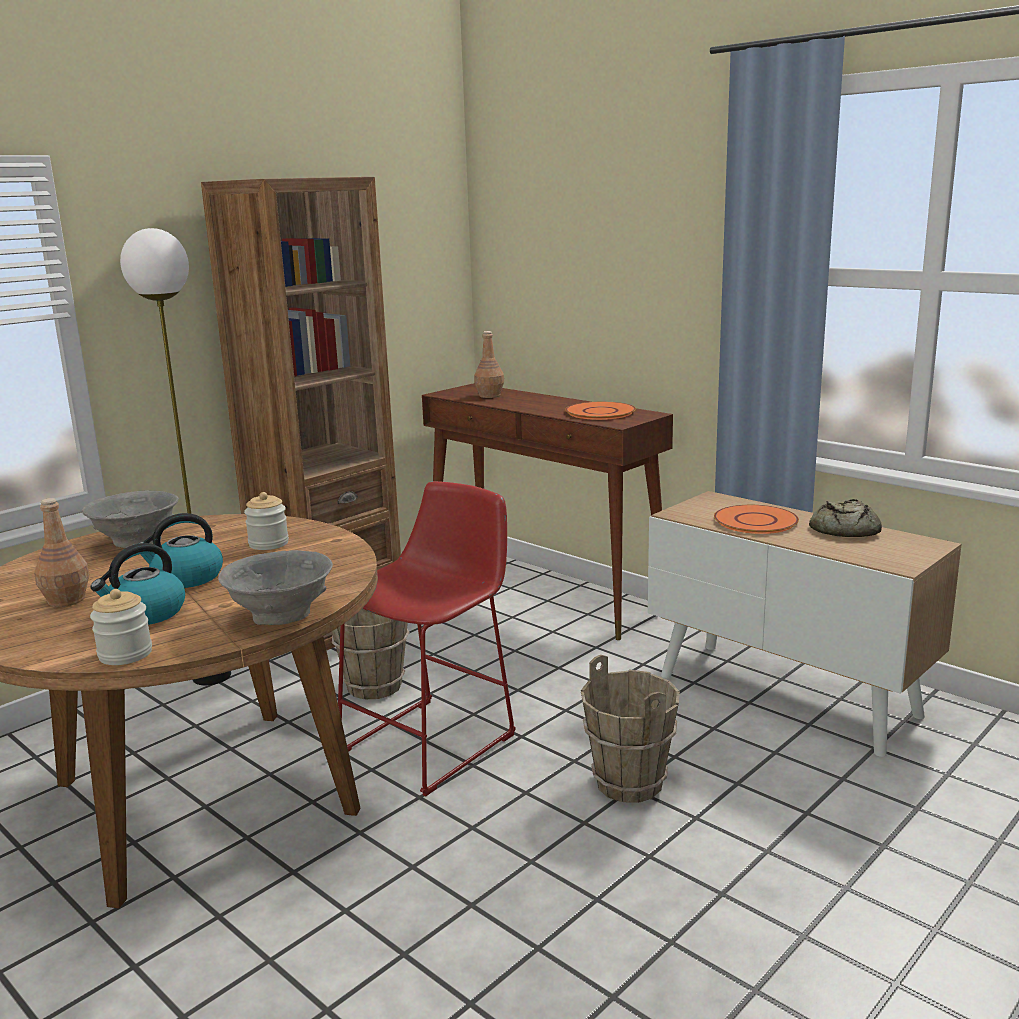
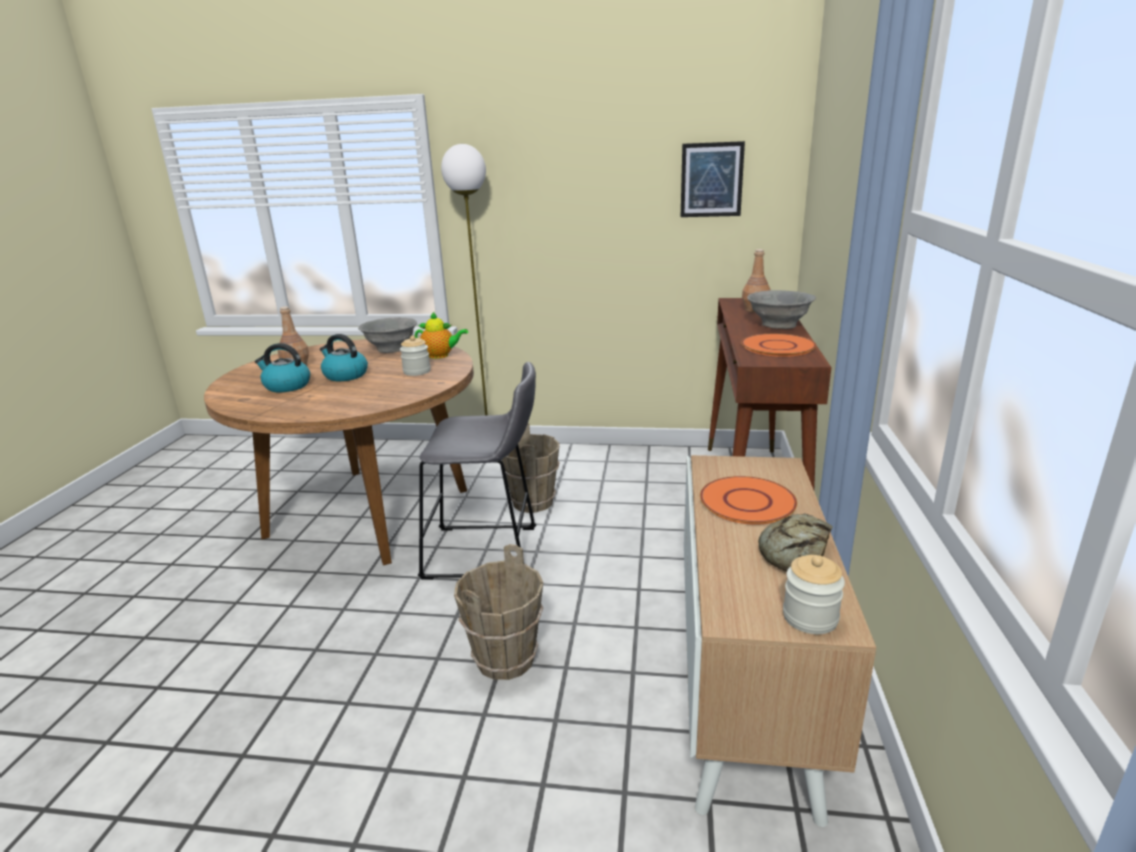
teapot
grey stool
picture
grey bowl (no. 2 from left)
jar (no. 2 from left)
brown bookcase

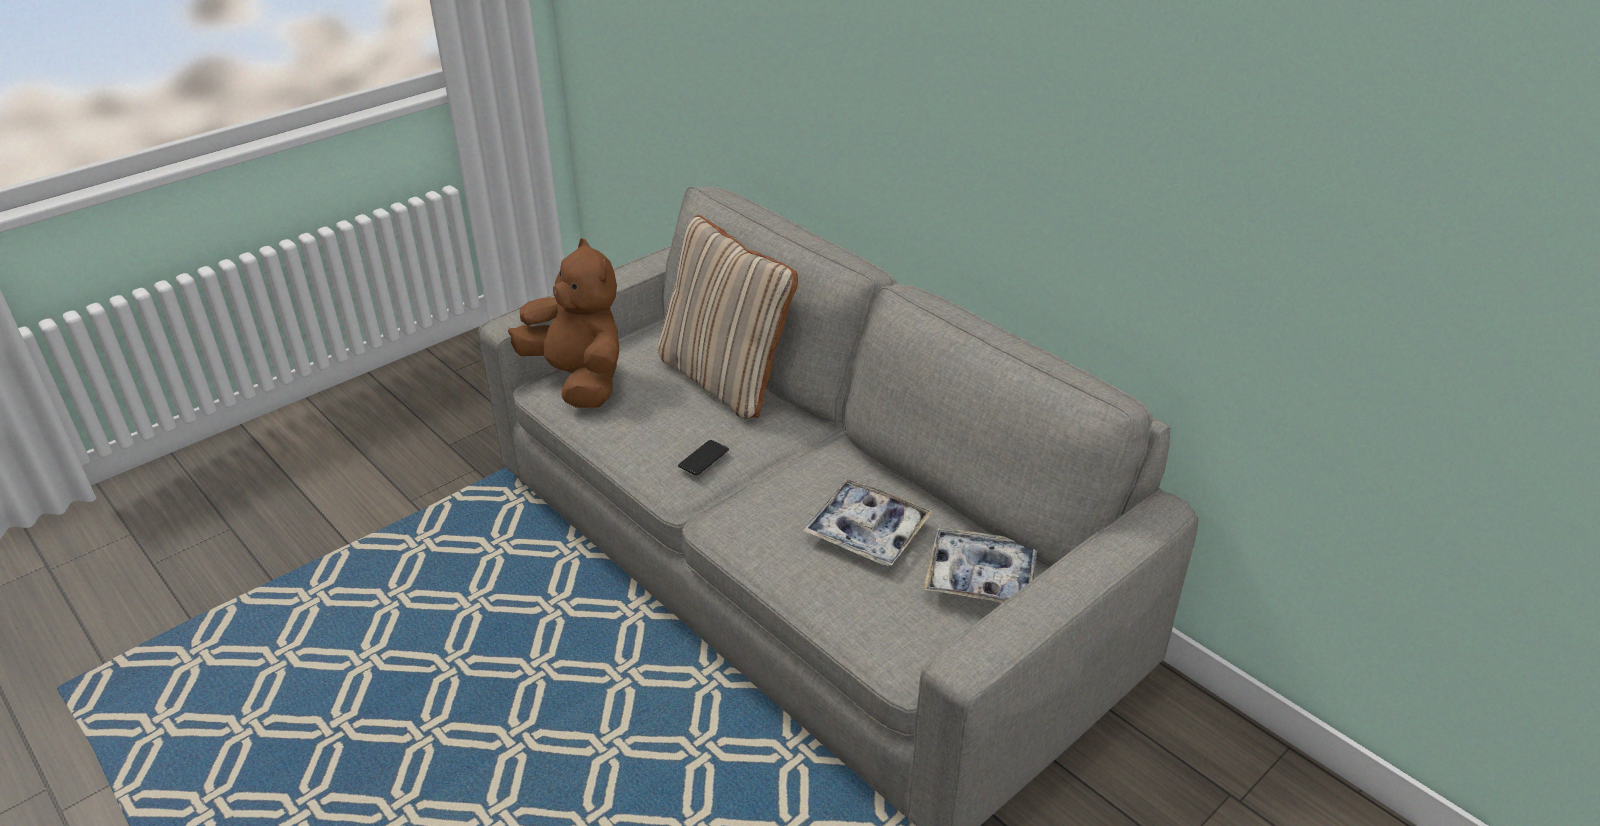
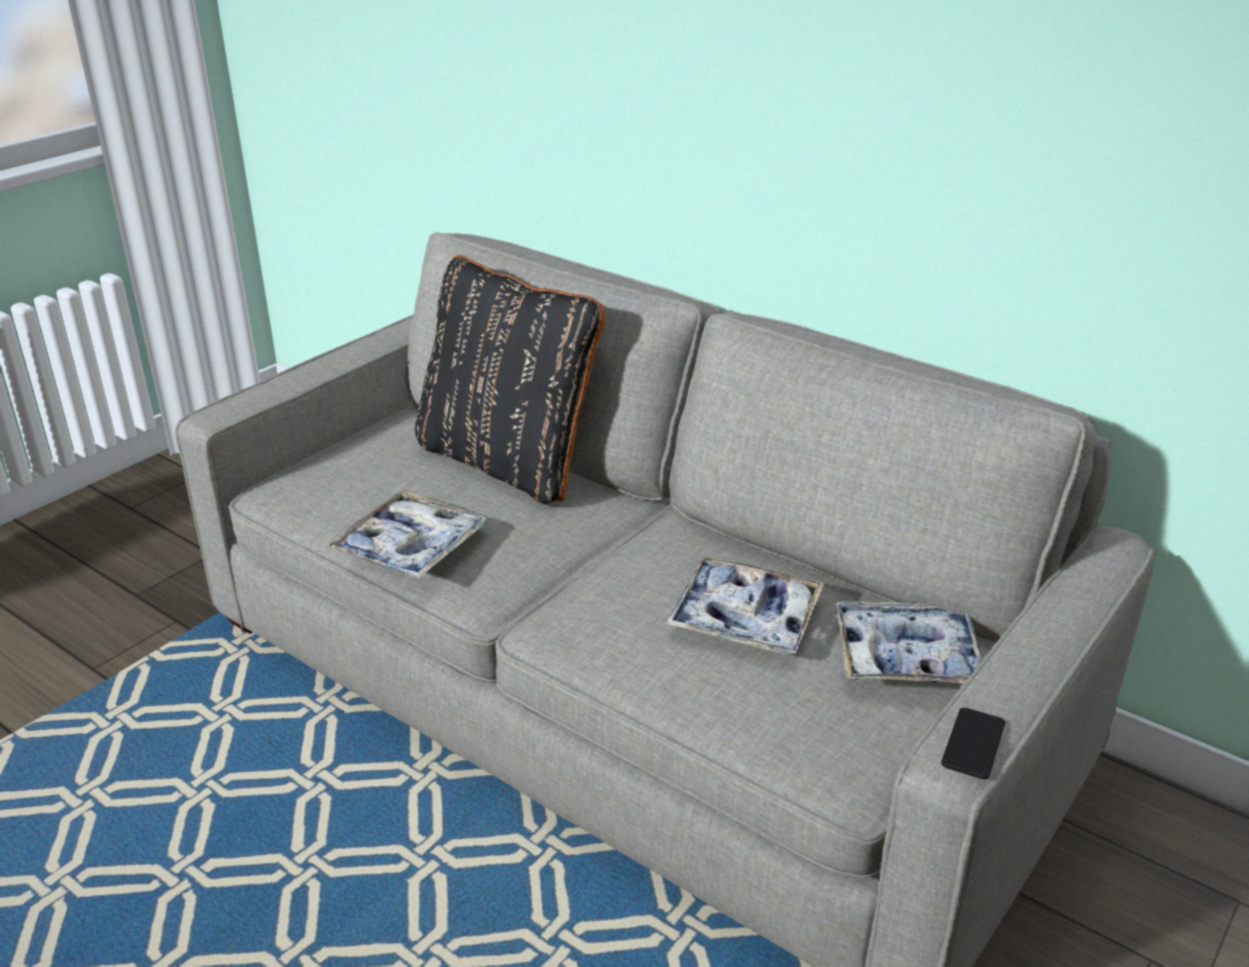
tray (no. 1 from left)
black pillow
phone
brown plush toy

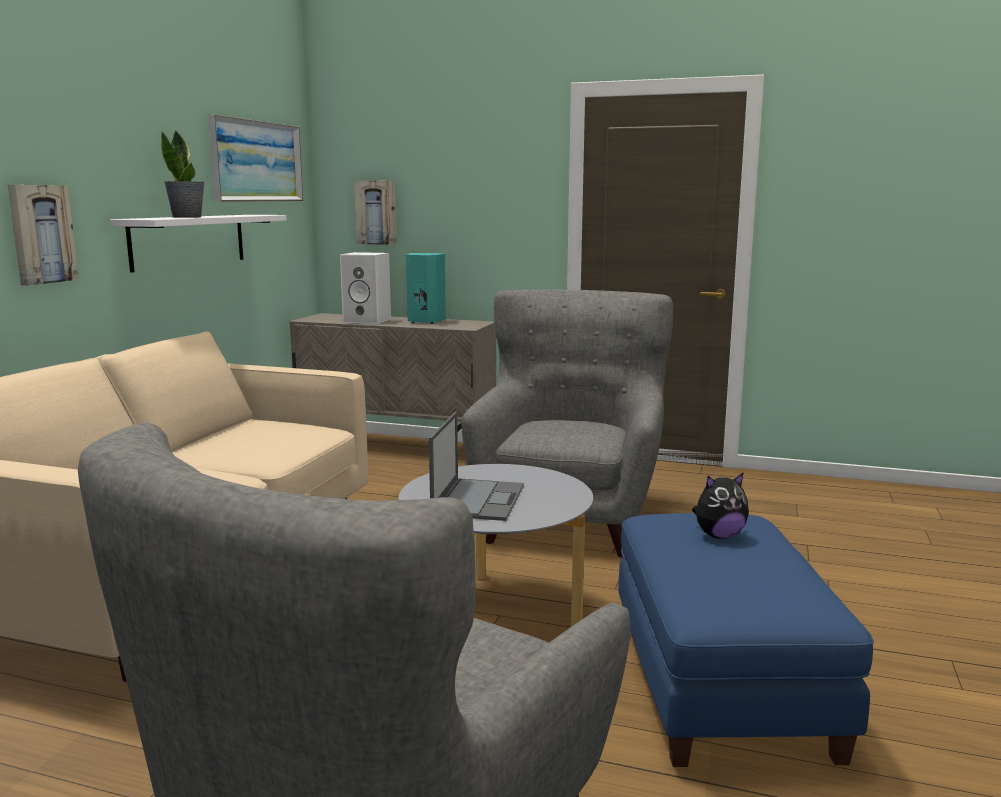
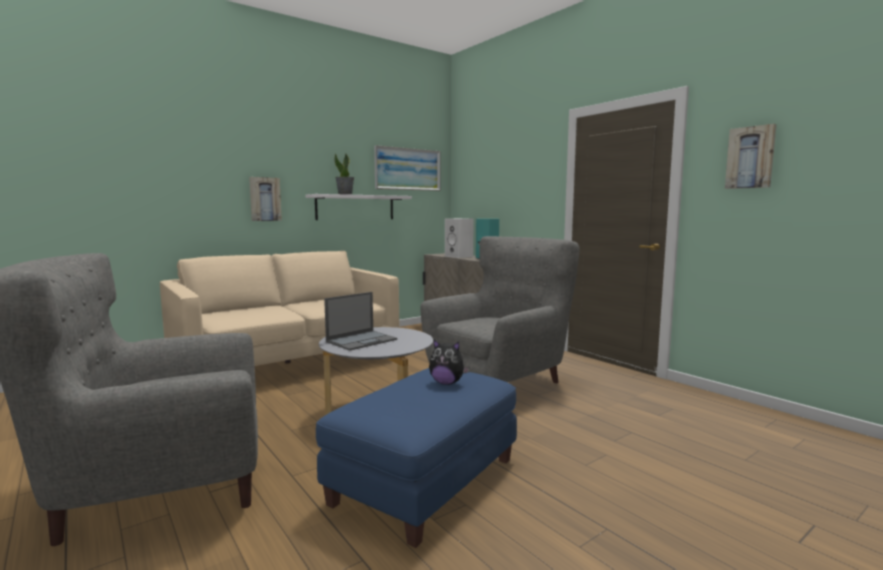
picture (no. 3 from left)

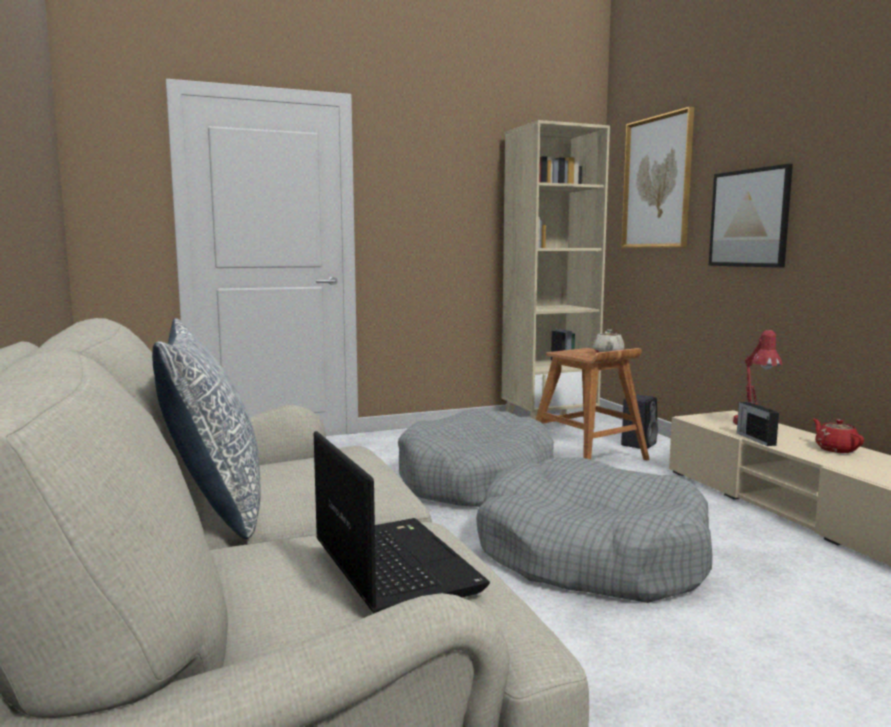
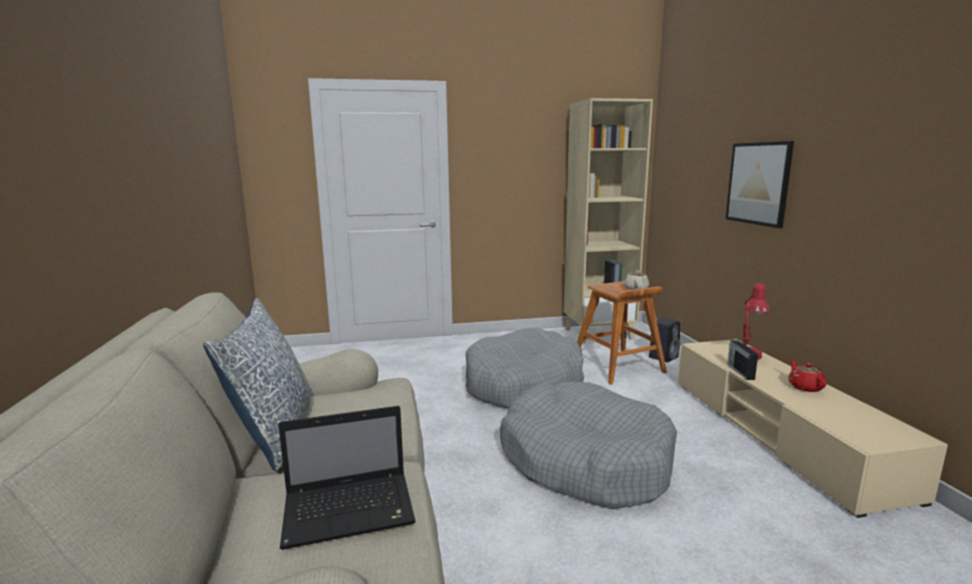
laptop
picture (no. 1 from left in the first image)

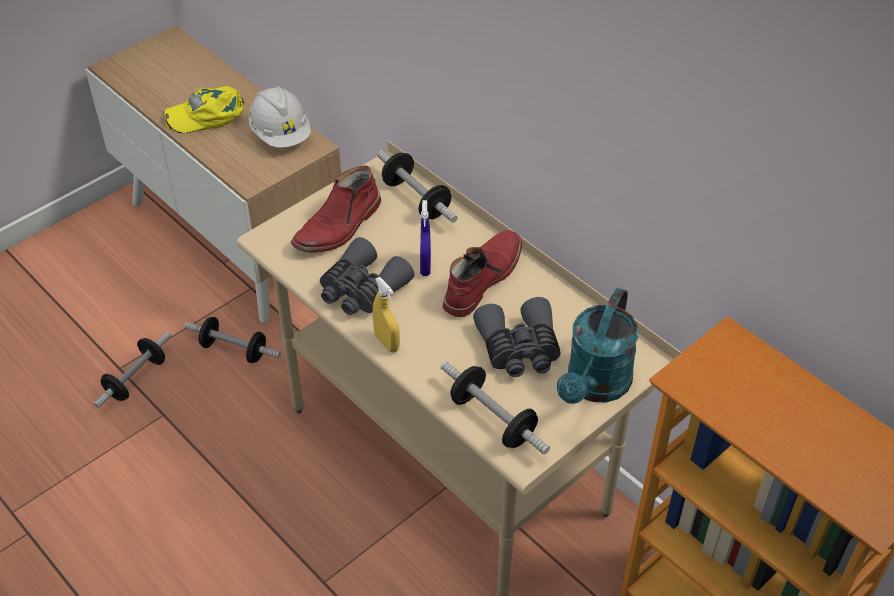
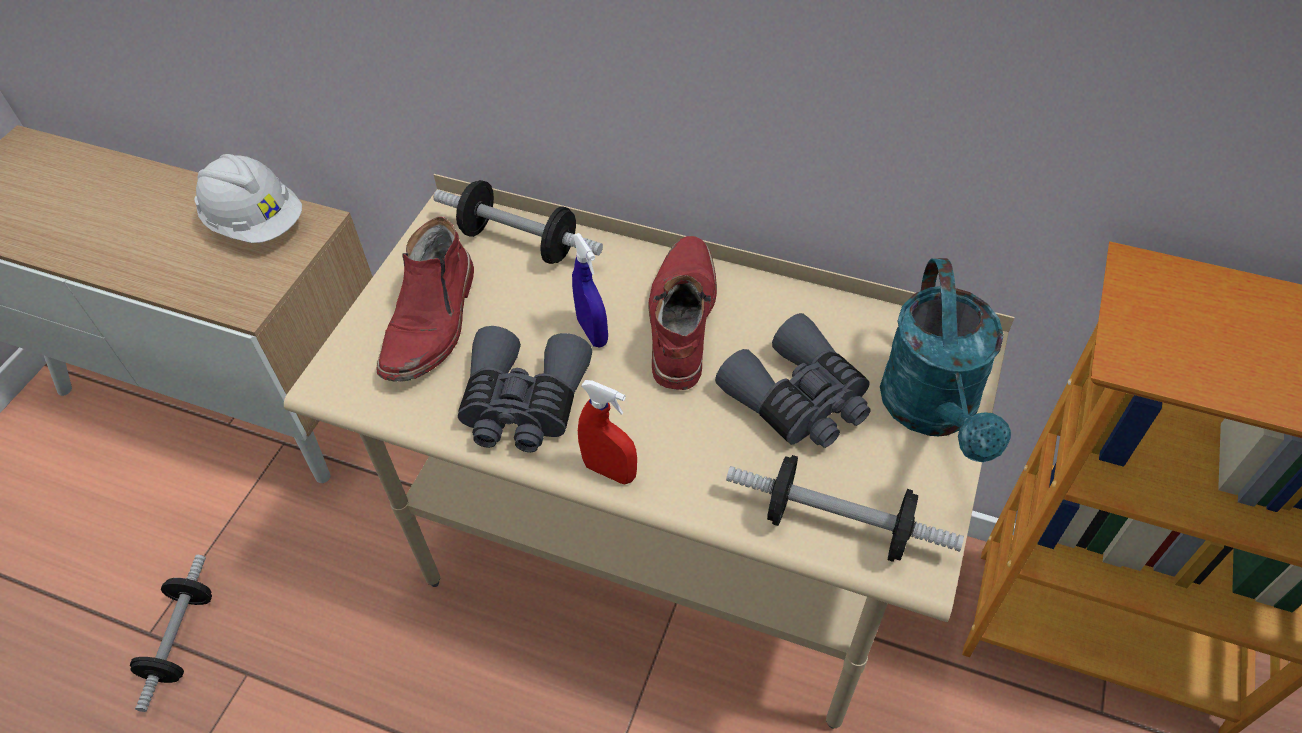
red spray bottle
yellow cap
dumbbell (no. 2 from left in the first image)

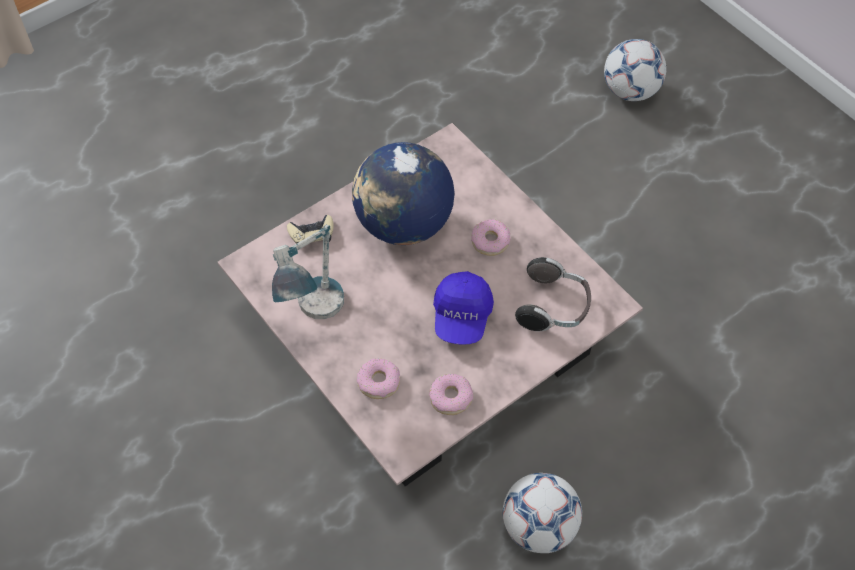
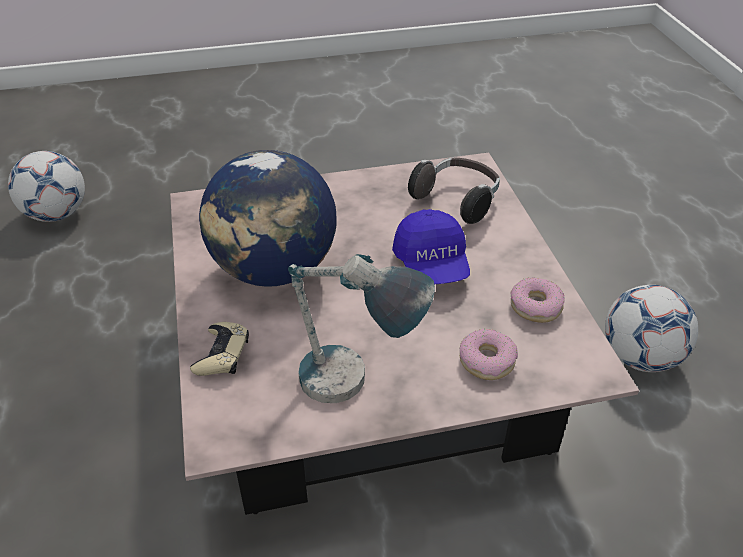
football (no. 1 from left)
blue cap
donut (no. 3 from left in the first image)

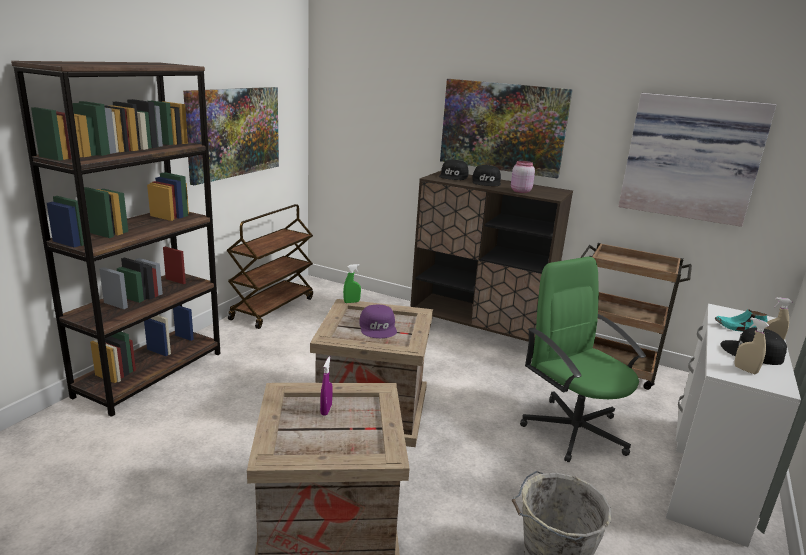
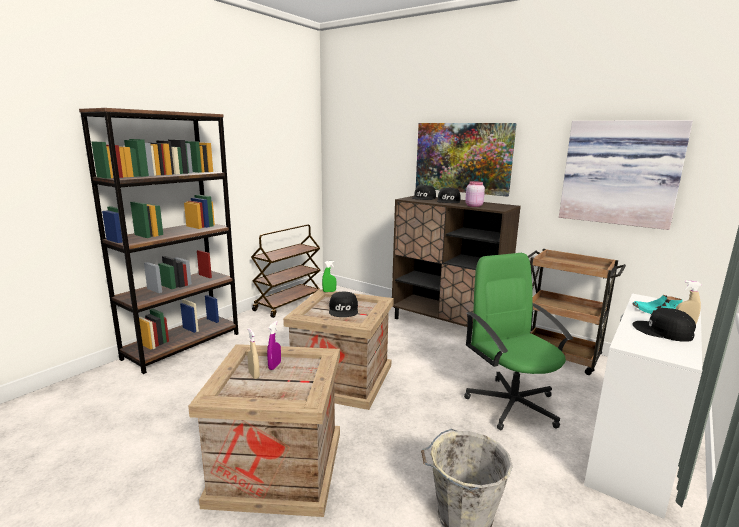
beige spray bottle (no. 1 from left)
black cap (no. 1 from left)
picture (no. 1 from left in the first image)

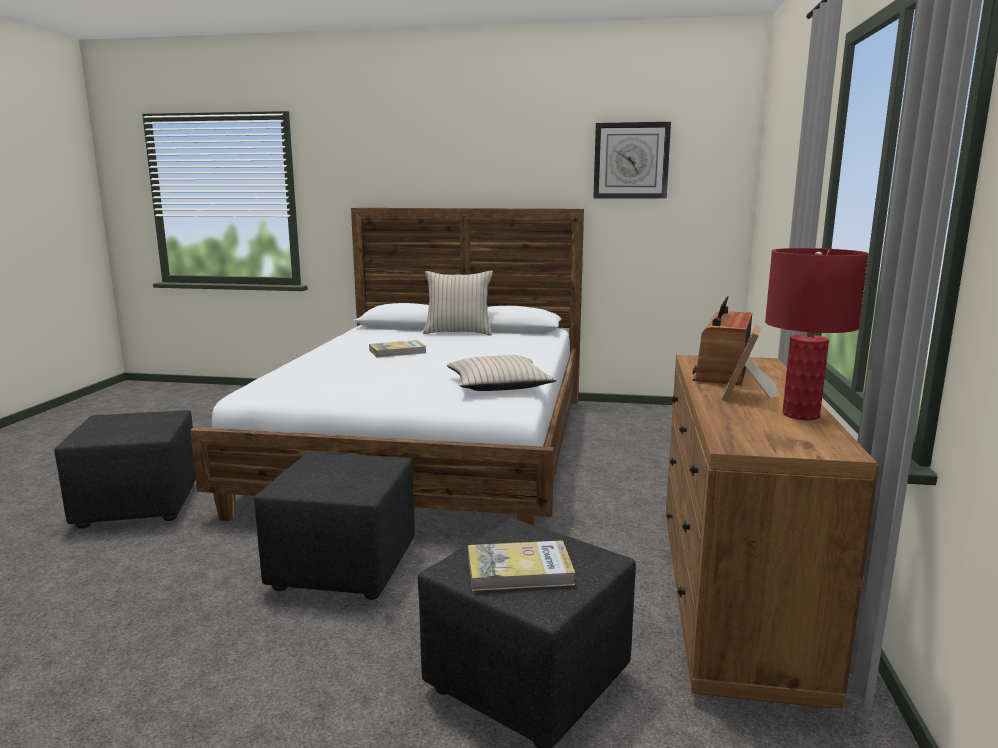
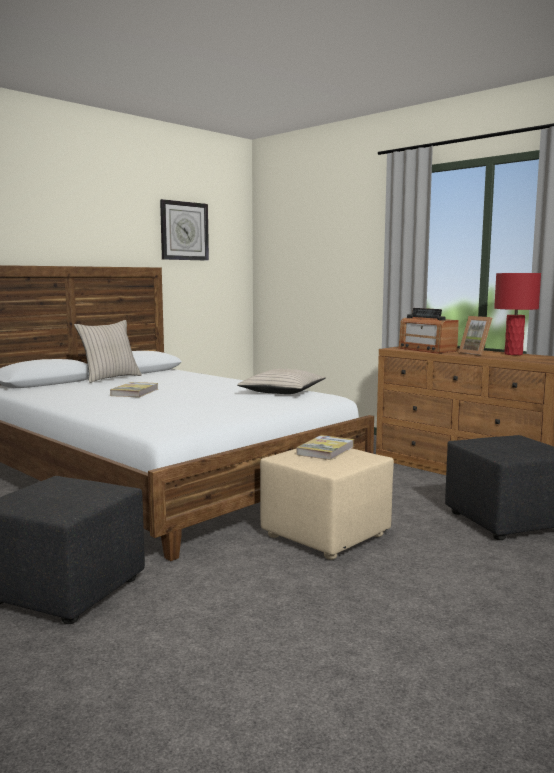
beige ottoman
book (no. 2 from left)

